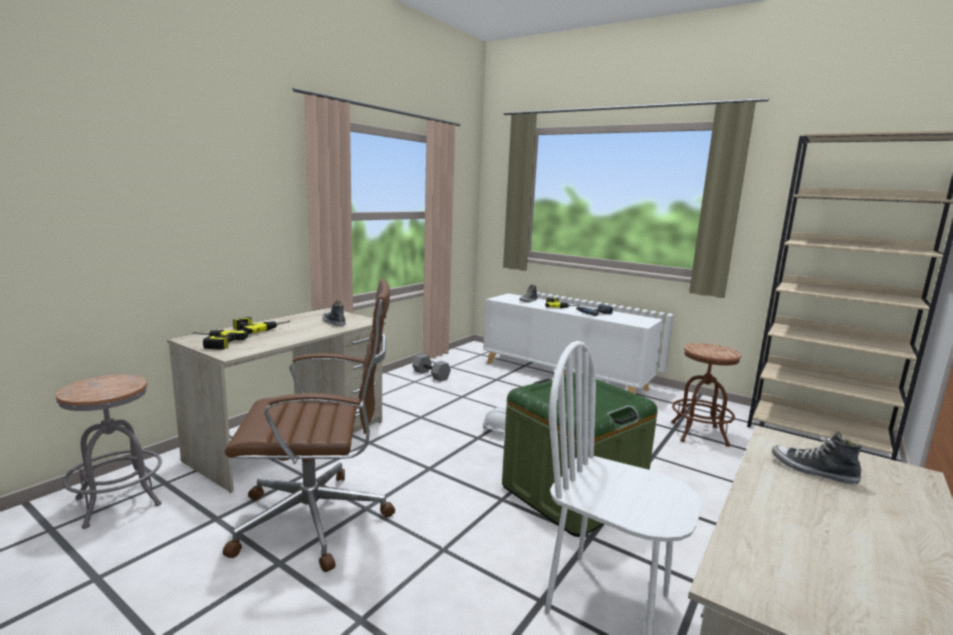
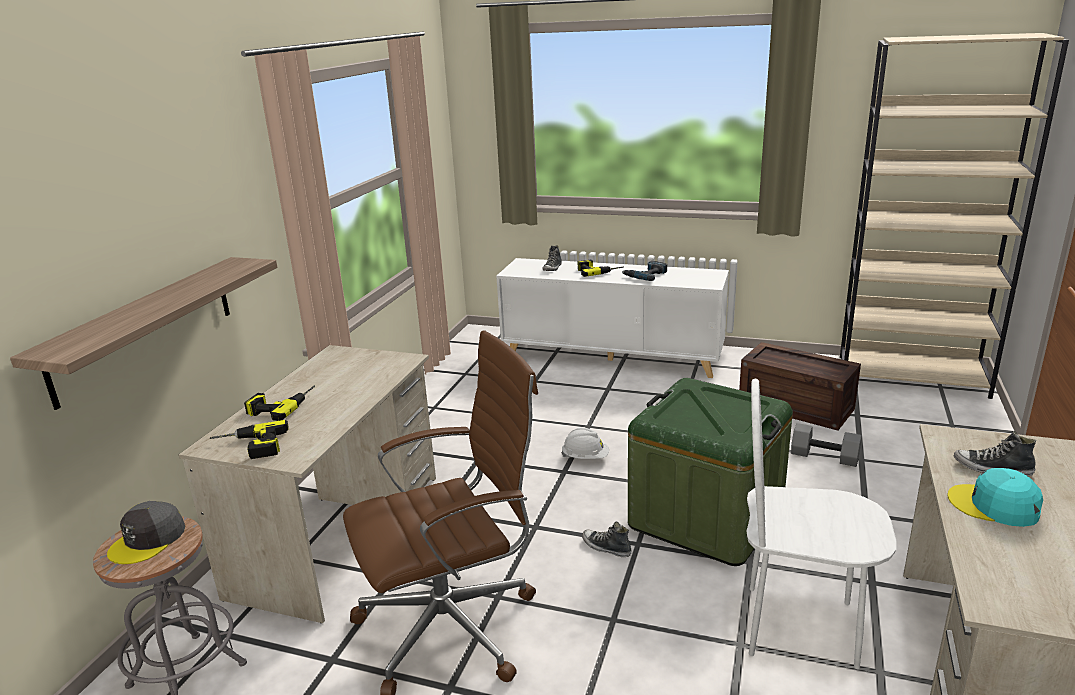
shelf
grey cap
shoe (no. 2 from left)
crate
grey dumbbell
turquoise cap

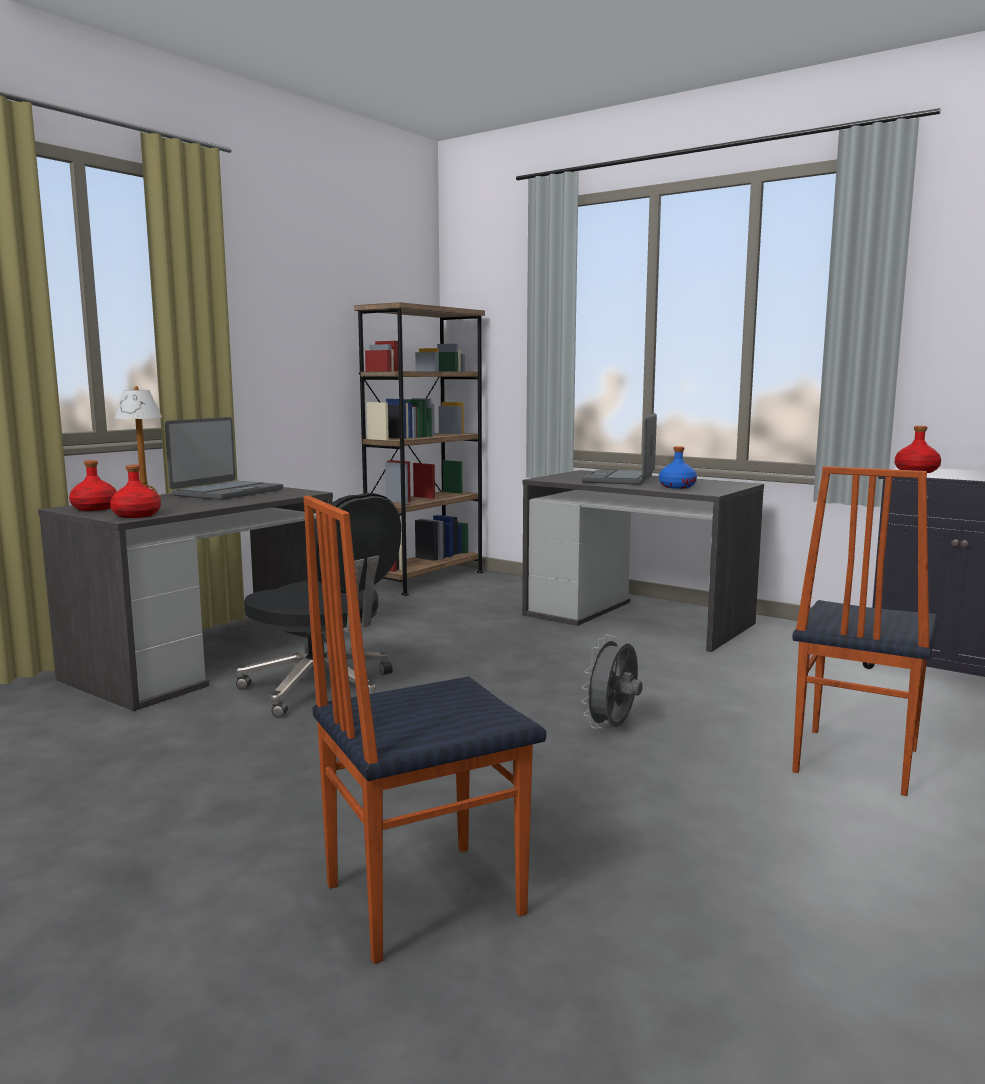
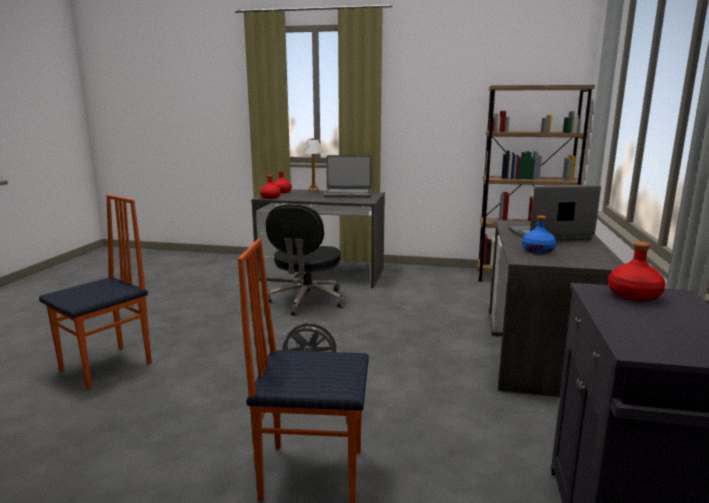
chair (no. 1 from left)

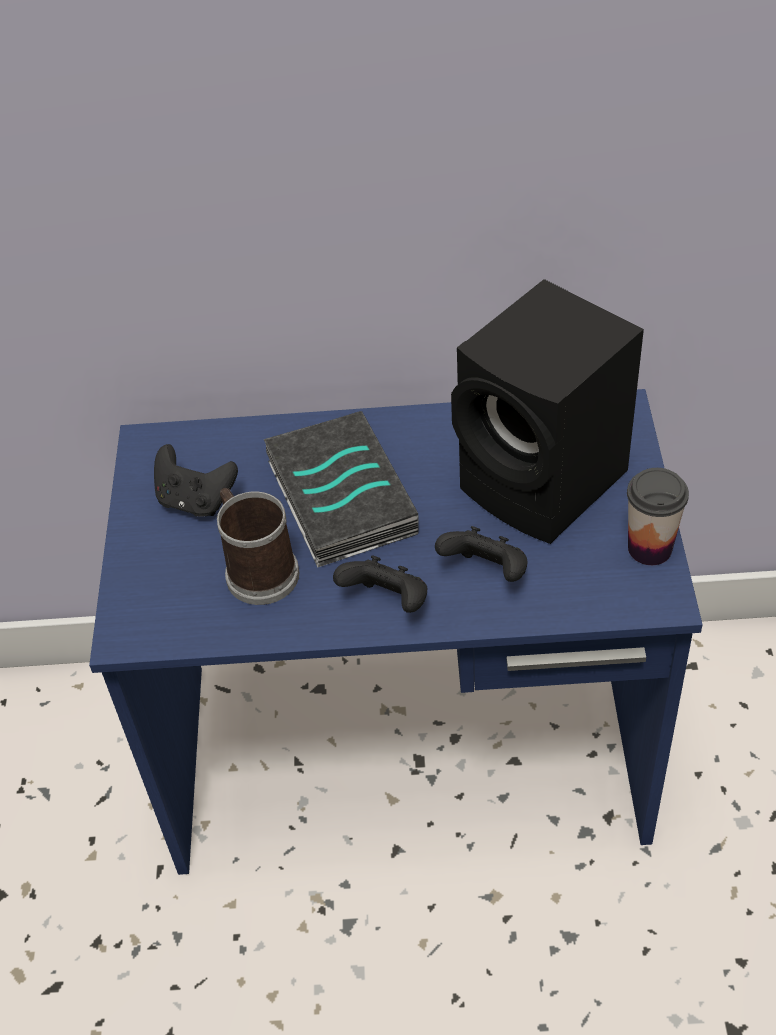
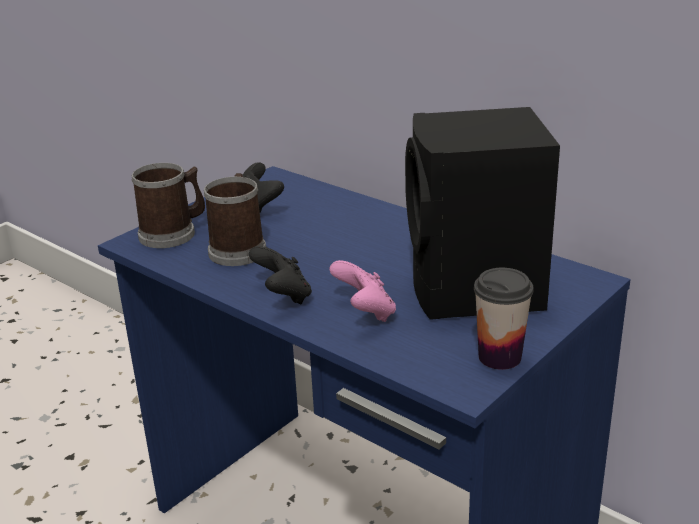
mug (no. 1 from left)
pink game controller
book

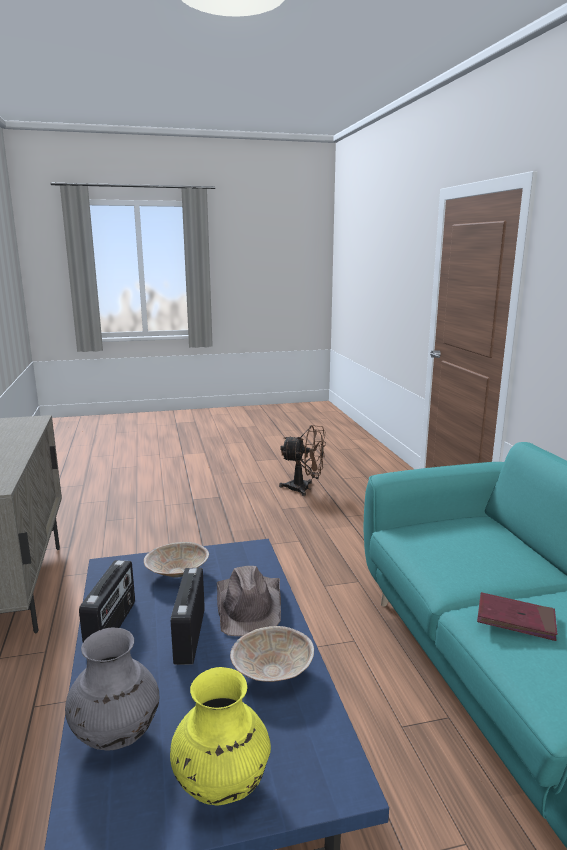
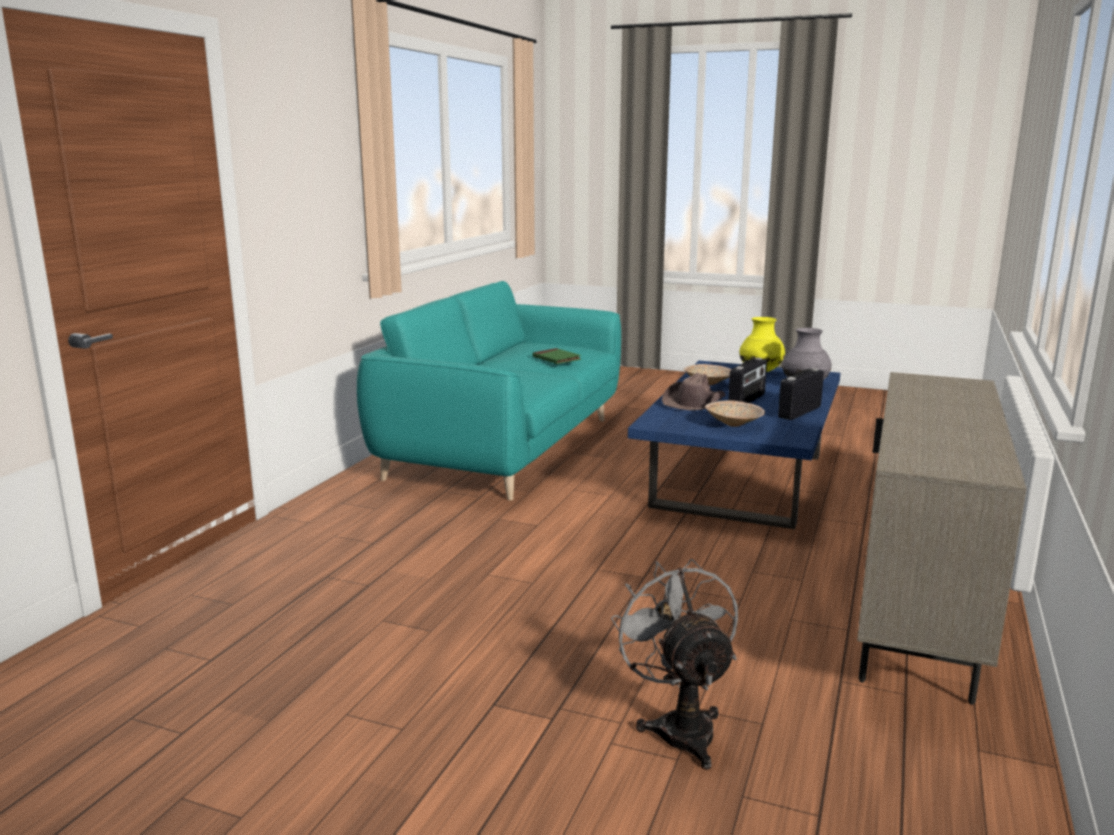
green book
grey fan
brown fan

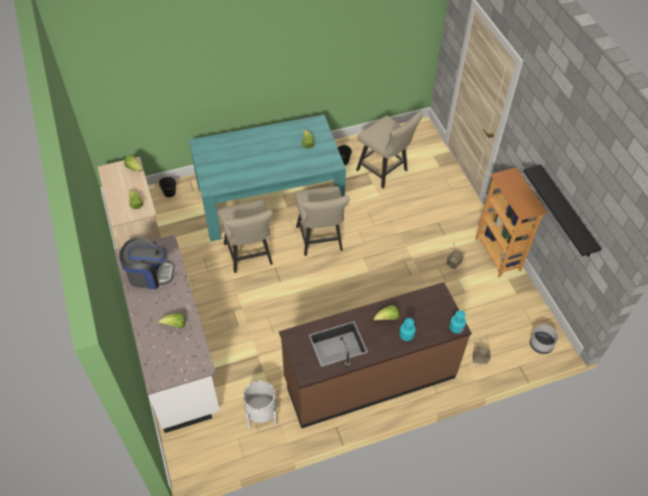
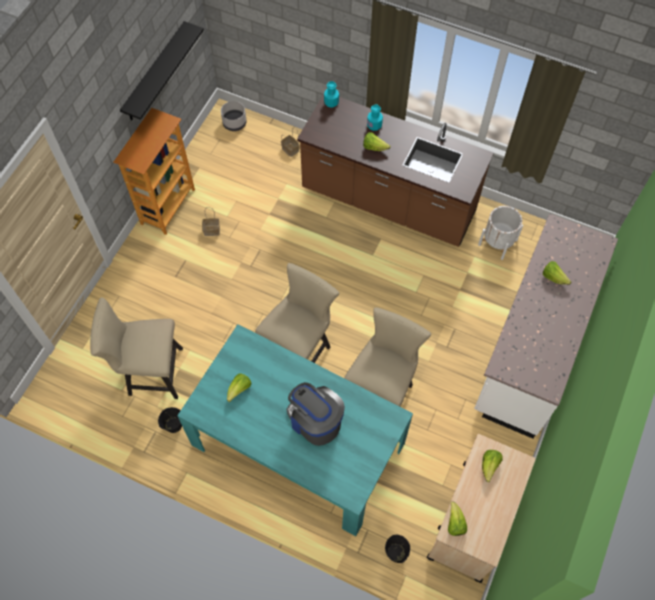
beige chair (no. 1 from left)
coffee machine

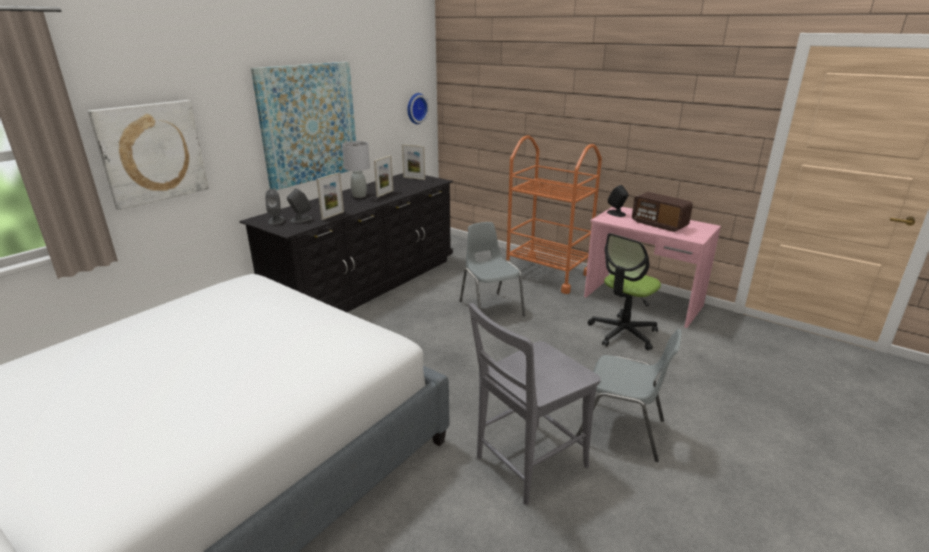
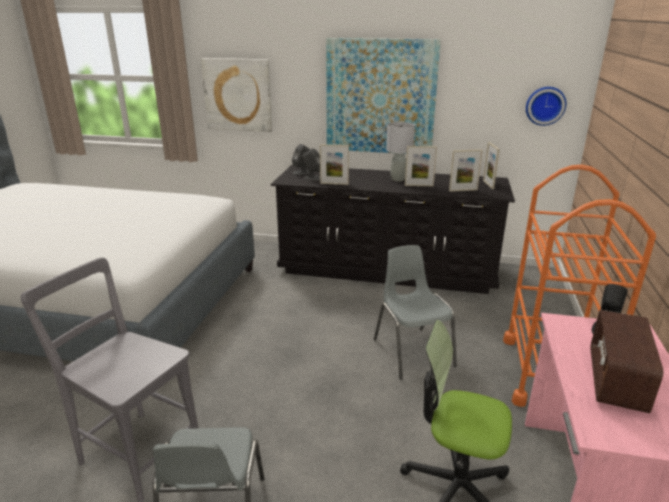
grey chair (no. 3 from left)
picture frame (no. 3 from left)

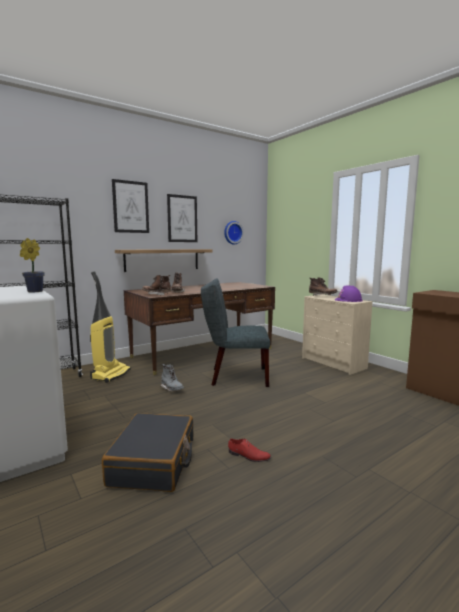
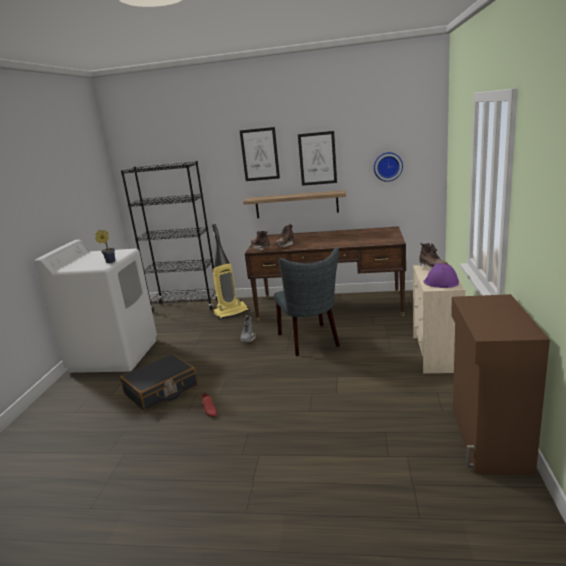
grey chair

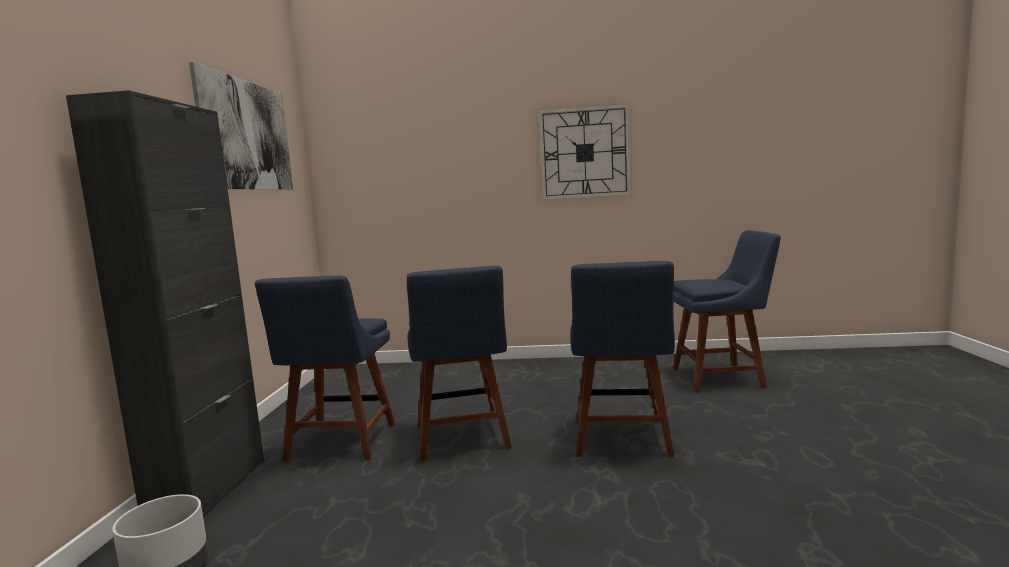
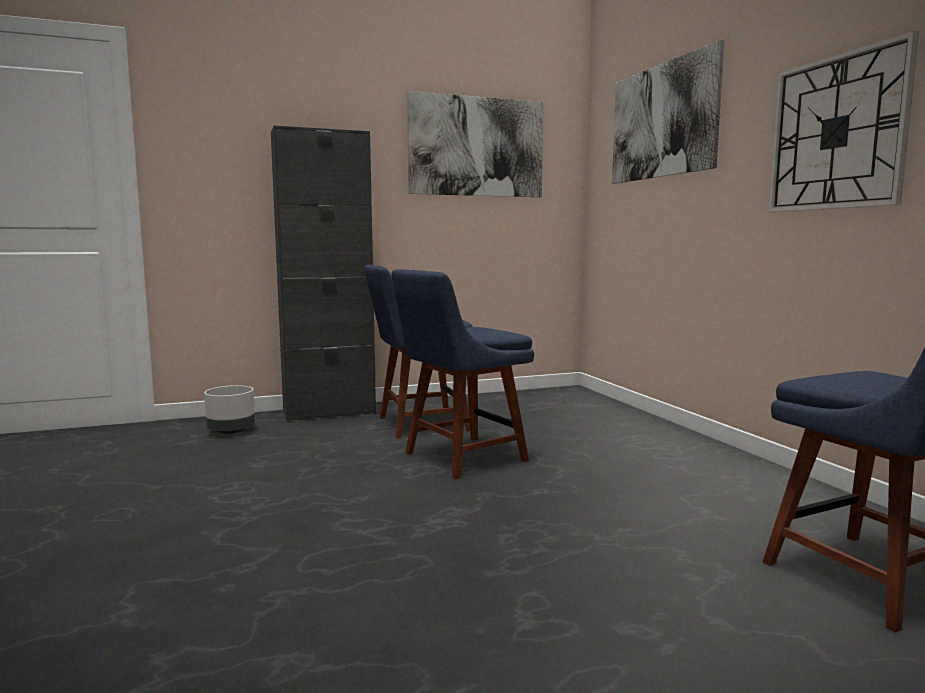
picture (no. 2 from left)
blue chair (no. 3 from left in the first image)

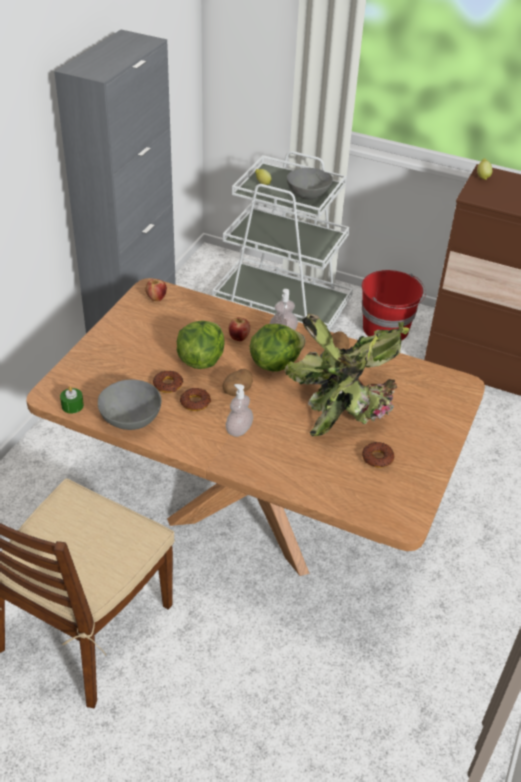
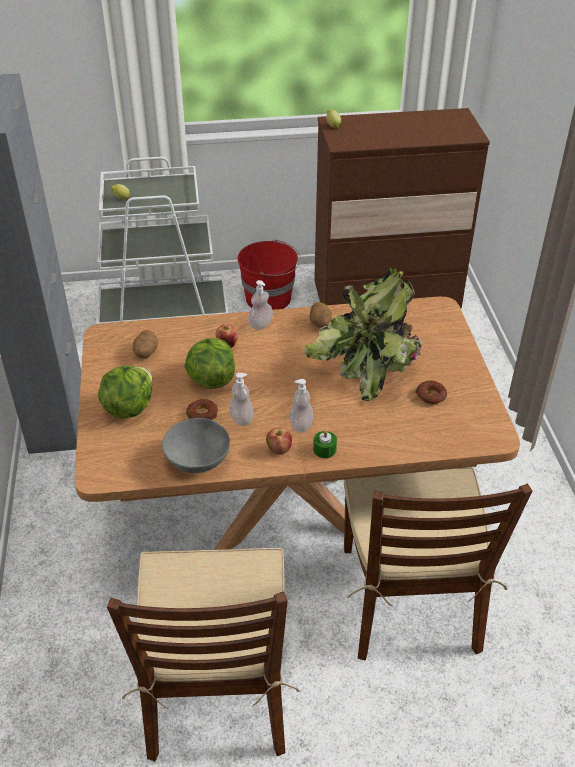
lettuce (no. 1 from left)
potato (no. 1 from left)
soap dispenser (no. 1 from left)
apple (no. 2 from left)
green candle
brown chair (no. 2 from left)
grey bowl (no. 2 from left in the first image)

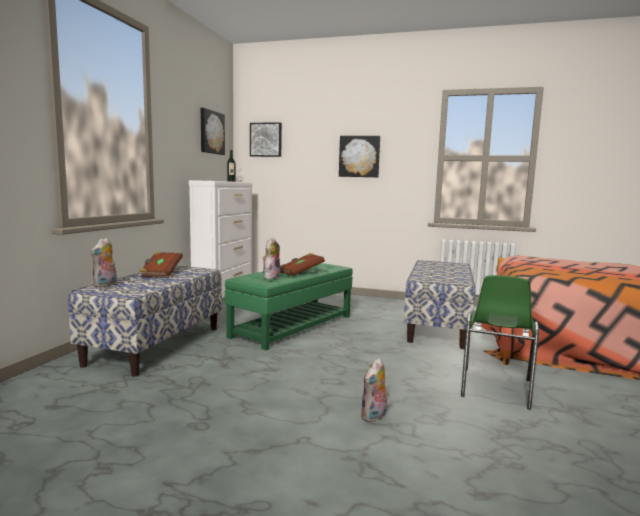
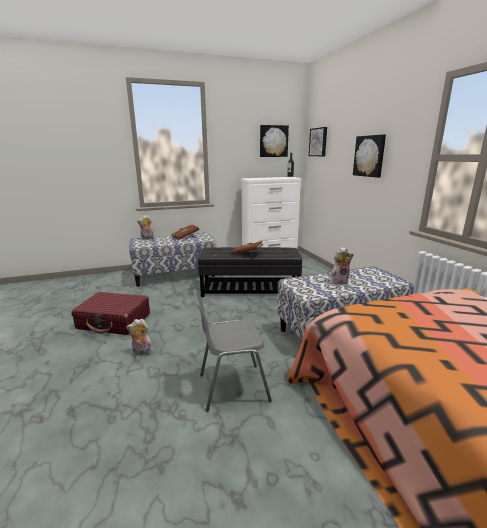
red suitcase
grey chair
black ottoman
plush toy (no. 3 from left)

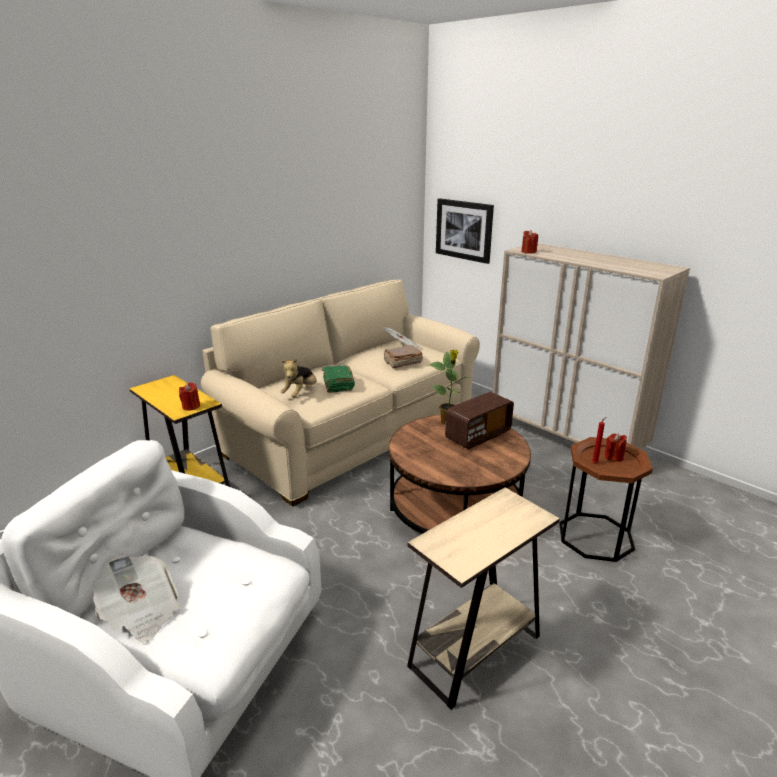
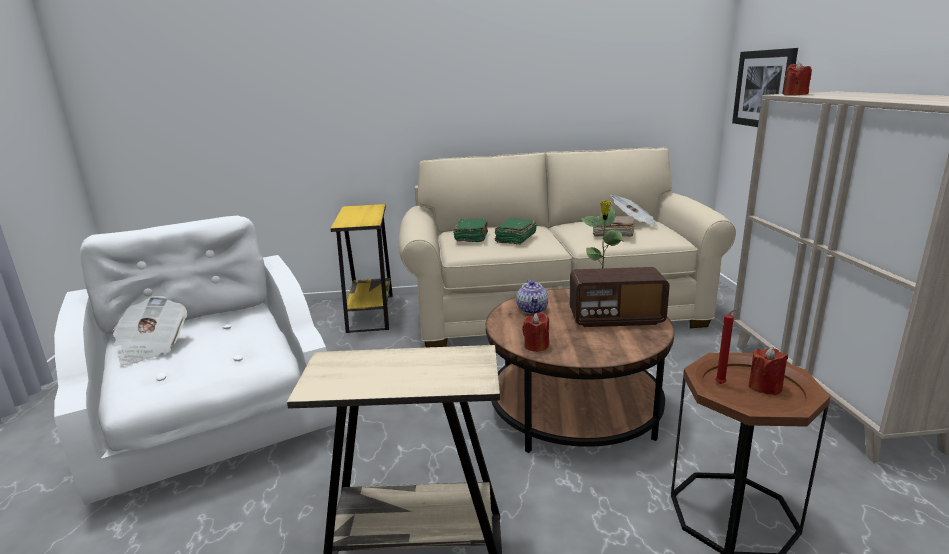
green book (no. 1 from left)
teapot
red candle (no. 1 from left)

